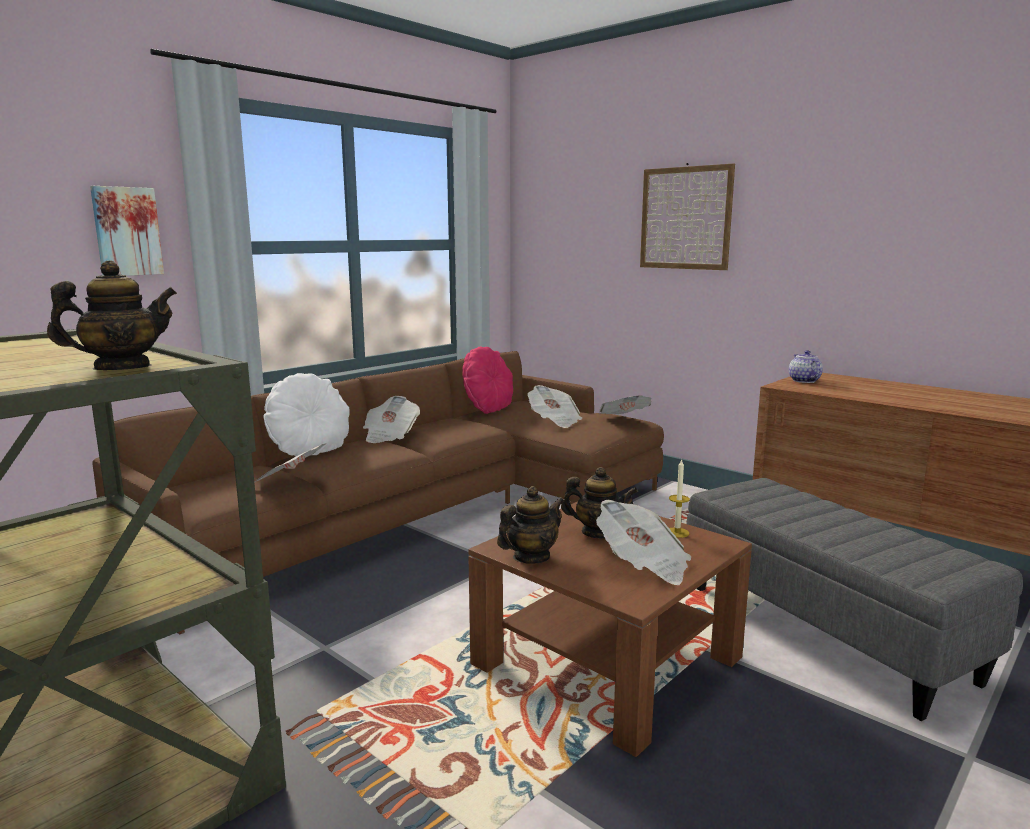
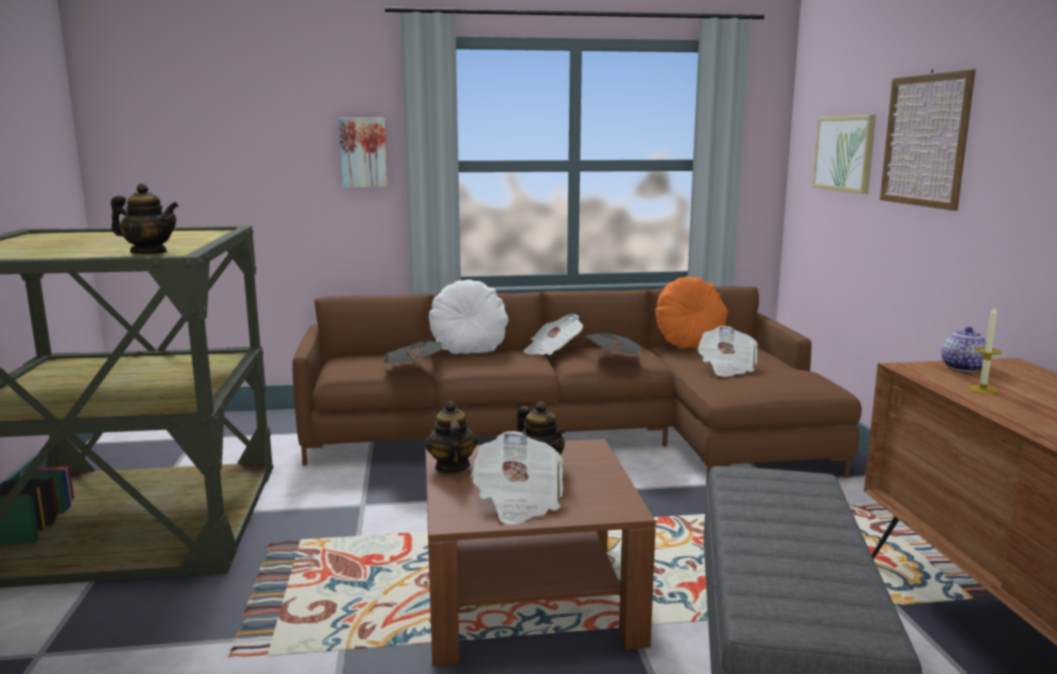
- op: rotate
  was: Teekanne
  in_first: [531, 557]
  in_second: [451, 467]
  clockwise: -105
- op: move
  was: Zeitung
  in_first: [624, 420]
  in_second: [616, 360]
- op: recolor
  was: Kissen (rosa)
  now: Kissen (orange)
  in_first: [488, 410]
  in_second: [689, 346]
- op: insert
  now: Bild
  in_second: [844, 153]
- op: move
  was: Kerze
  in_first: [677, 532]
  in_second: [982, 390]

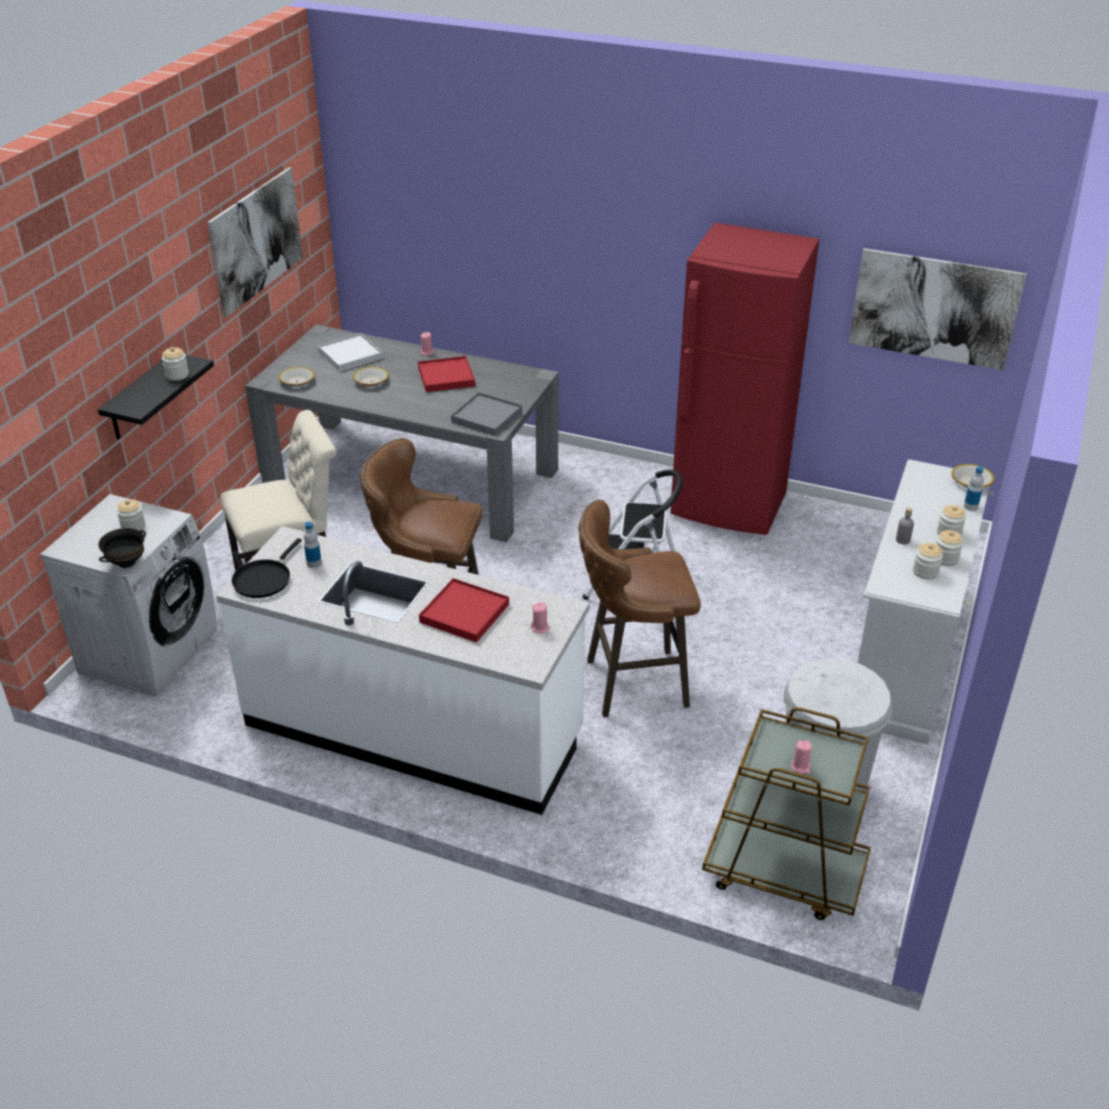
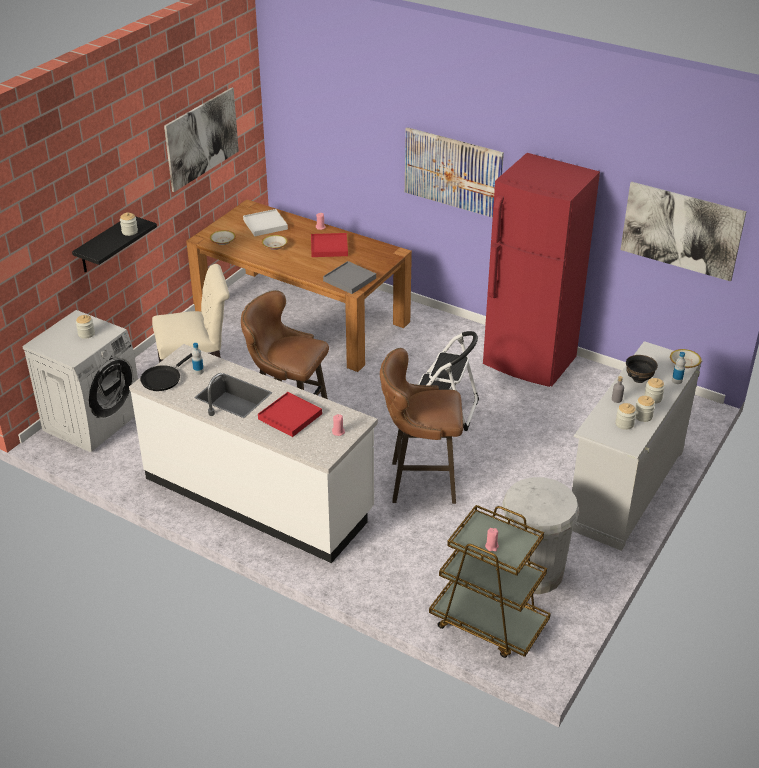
- op: recolor
  was: Esstisch (grau)
  now: Esstisch (braun)
  in_first: [411, 476]
  in_second: [301, 316]
- op: insert
  now: Bild
  in_second: [453, 172]
- op: move
  was: Schüssel (schwarz)
  in_first: [127, 563]
  in_second: [639, 379]

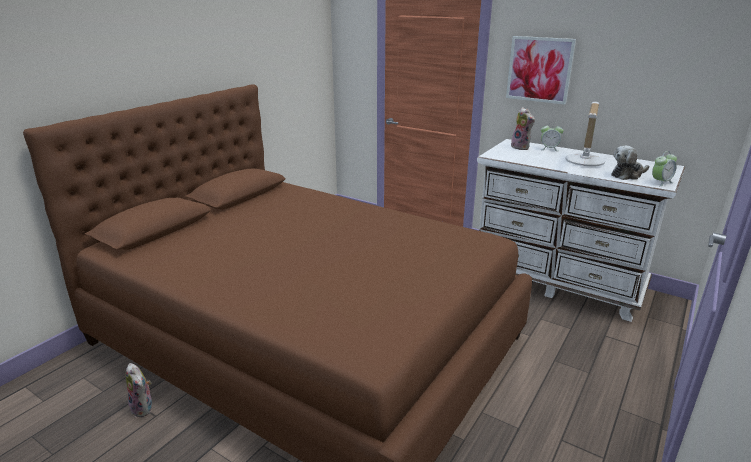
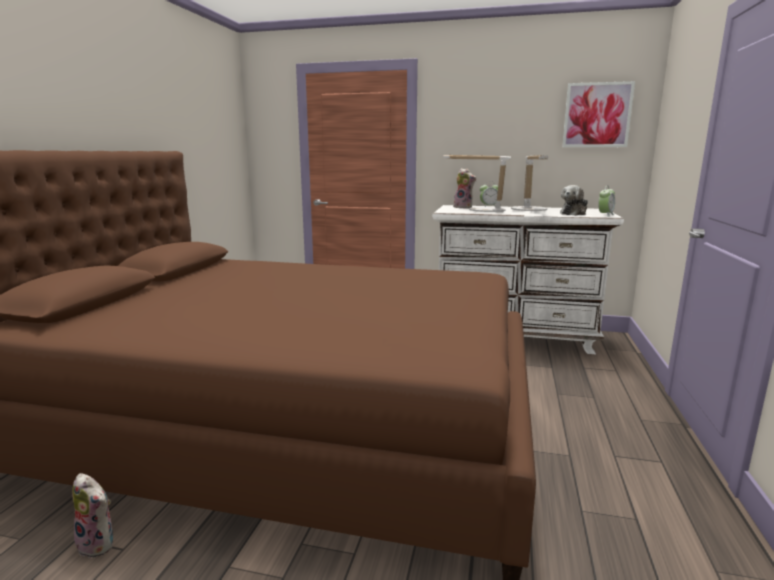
- op: insert
  now: Tischlampe
  in_second: [481, 211]
- op: move
  was: Bild
  in_first: [539, 69]
  in_second: [597, 115]

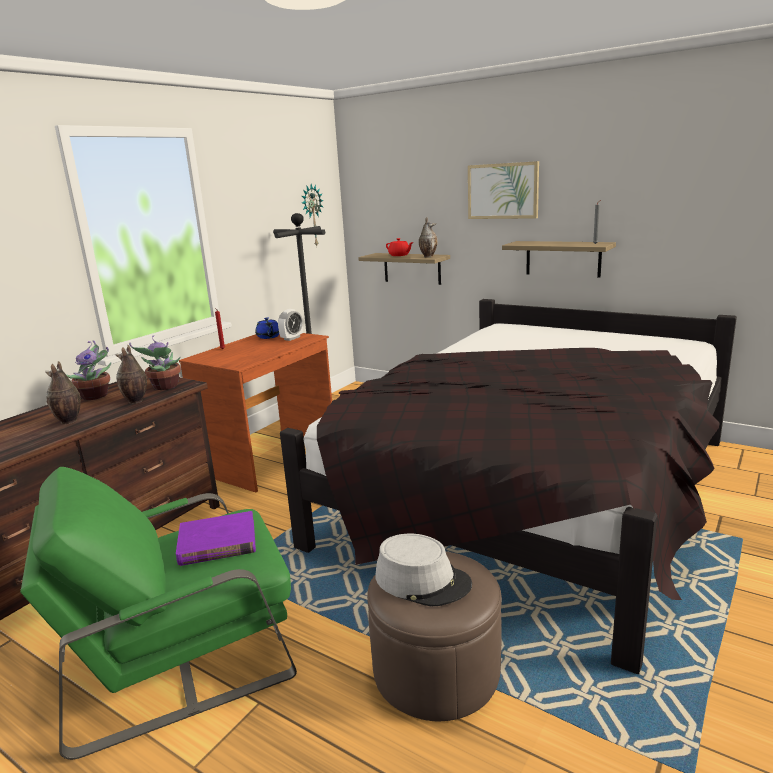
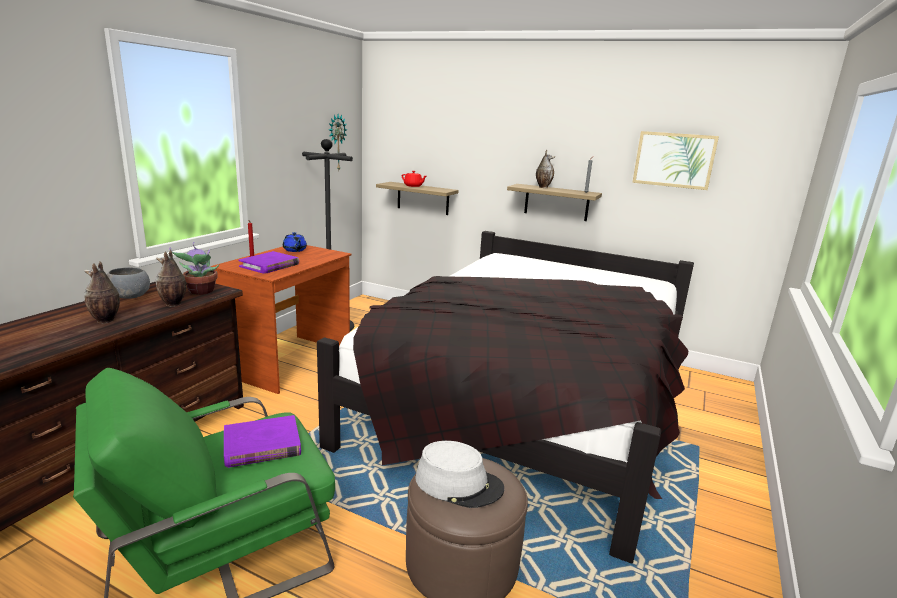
- op: replace
  was: Topfpflanze
  now: Schüssel (grau)
  in_first: [96, 396]
  in_second: [131, 296]
- op: insert
  now: Buch (lila)
  in_second: [269, 265]
- op: move
  was: Vase
  in_first: [428, 256]
  in_second: [543, 187]
- op: move
  was: Bild
  in_first: [503, 191]
  in_second: [674, 160]
- op: delete
  was: Wecker
  in_first: [292, 338]

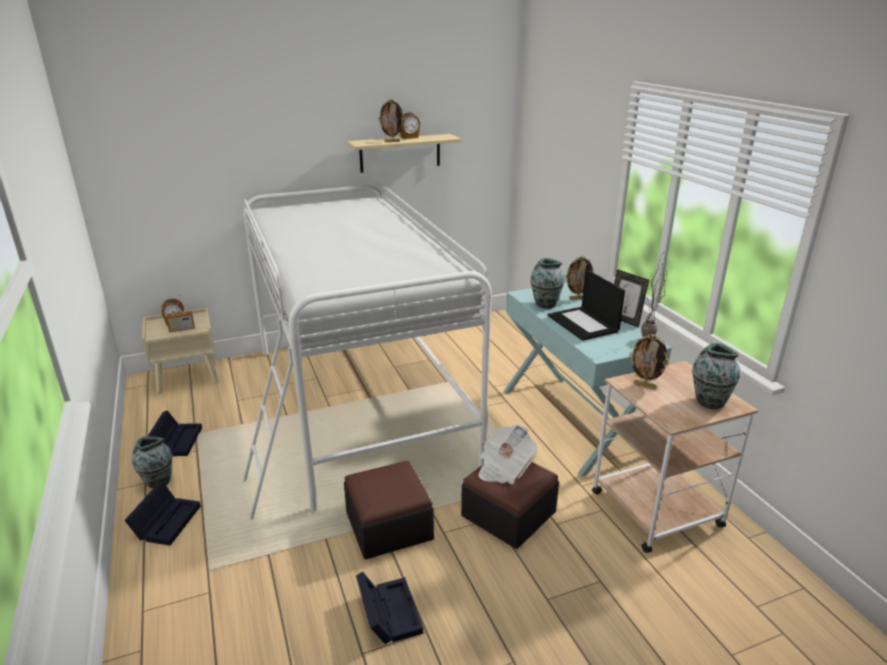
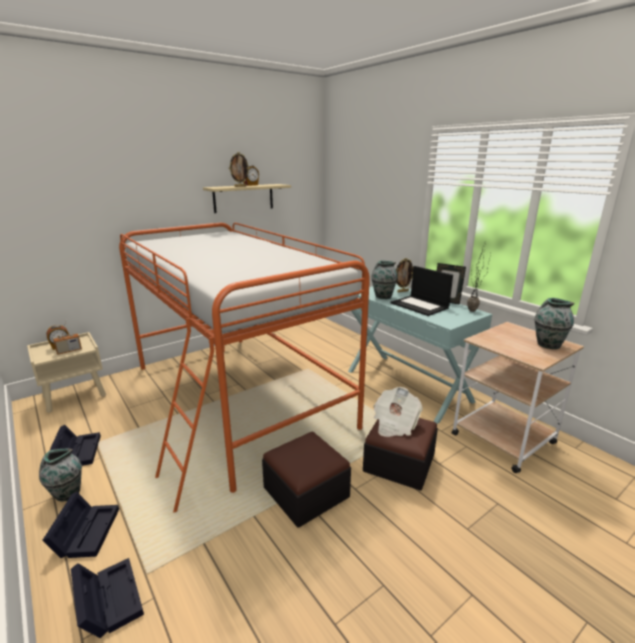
- op: move
  was: Aufbewahrungsbox (schwarz)
  in_first: [388, 612]
  in_second: [108, 599]
- op: recolor
  was: Bett (weiß)
  now: Bett (orange)
  in_first: [356, 405]
  in_second: [237, 397]
- op: delete
  was: Bilderrahmen
  in_first: [644, 385]

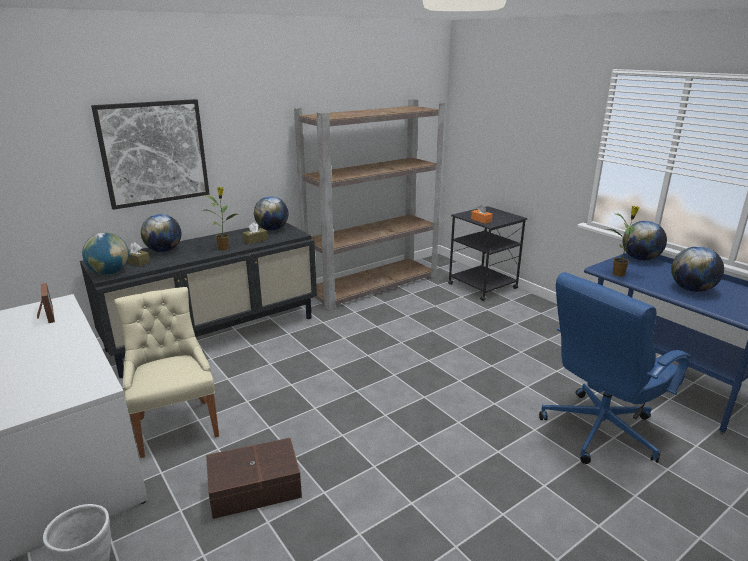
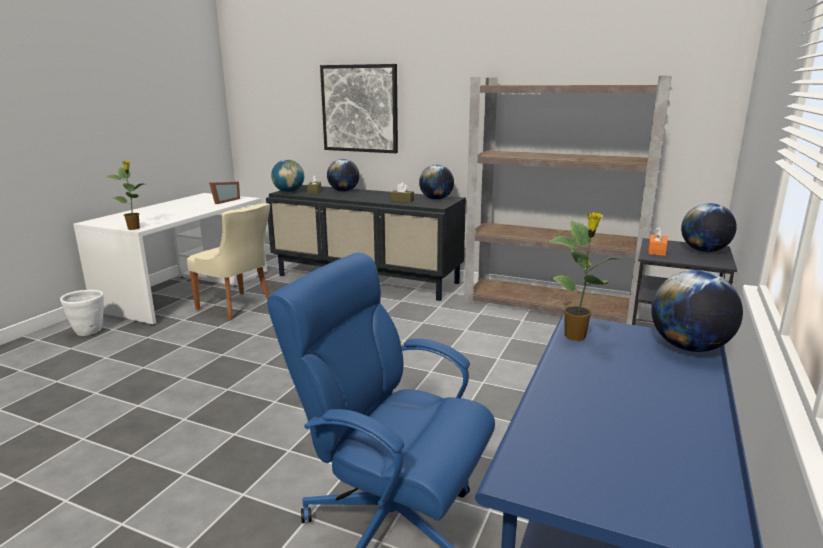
- op: move
  was: Topfpflanze
  in_first: [224, 248]
  in_second: [134, 228]
- op: rotate
  was: Stuhl (beige)
  in_first: [176, 425]
  in_second: [237, 307]
  clockwise: 90
- op: move
  was: Globus
  in_first: [691, 289]
  in_second: [704, 251]
- op: delete
  was: Aufbewahrungsbox (braun)
  in_first: [254, 487]

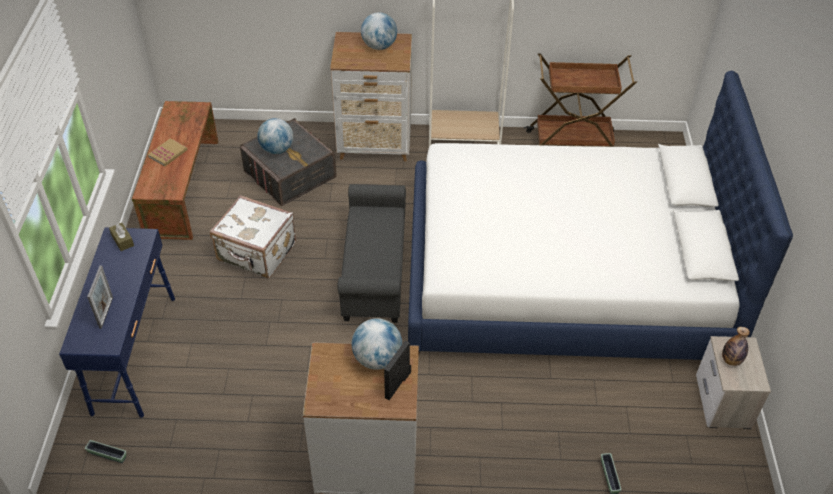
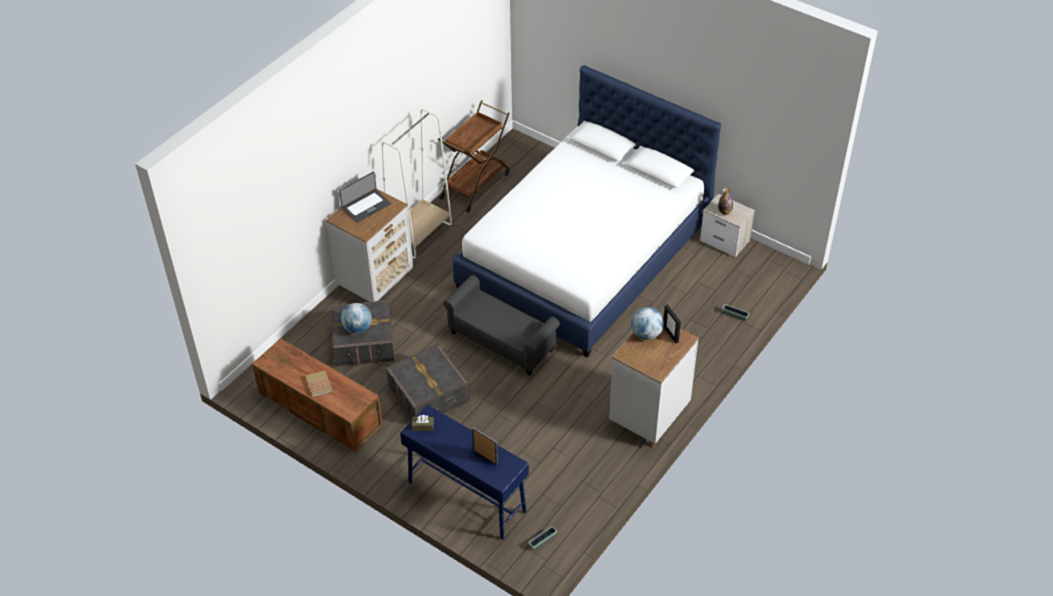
- op: replace
  was: Globus
  now: Laptop
  in_first: [379, 46]
  in_second: [366, 206]
- op: replace
  was: Koffer (weiß)
  now: Aufbewahrungsbox (grau)
  in_first: [256, 253]
  in_second: [428, 394]

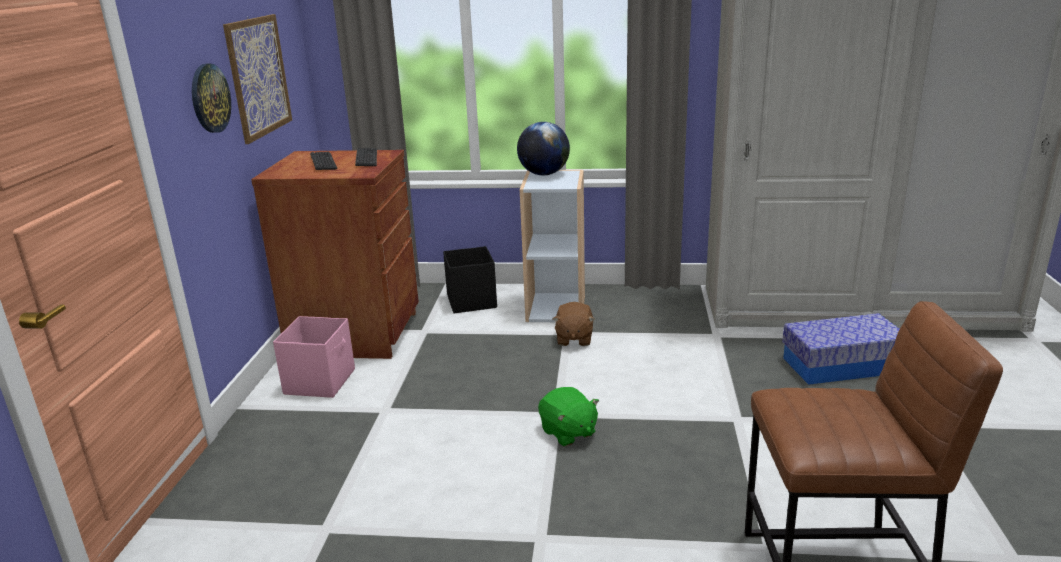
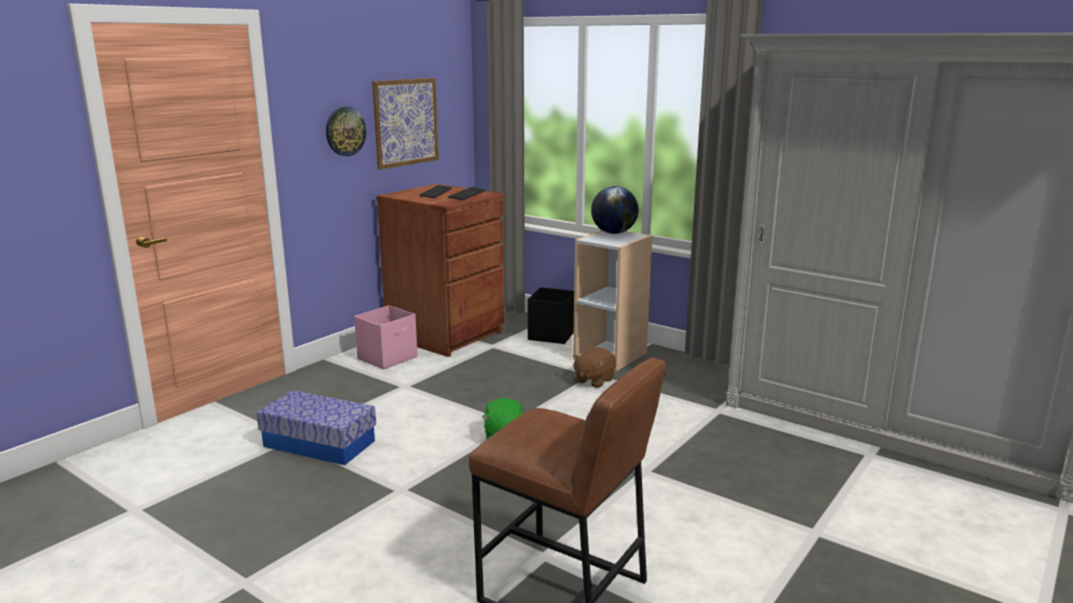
- op: move
  was: Aufbewahrungsbox
  in_first: [841, 365]
  in_second: [319, 443]

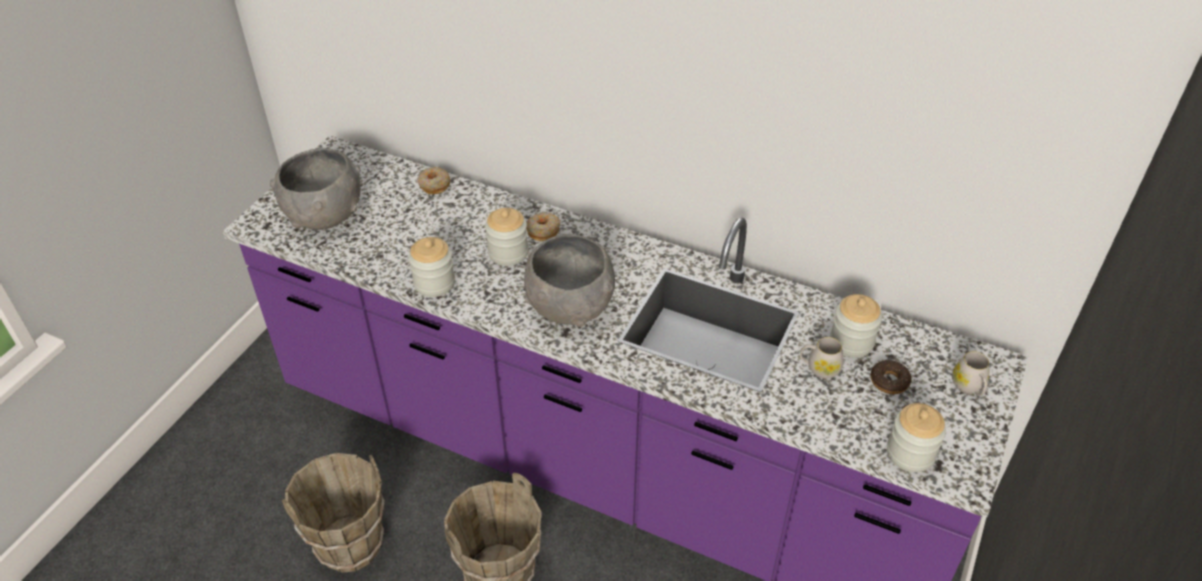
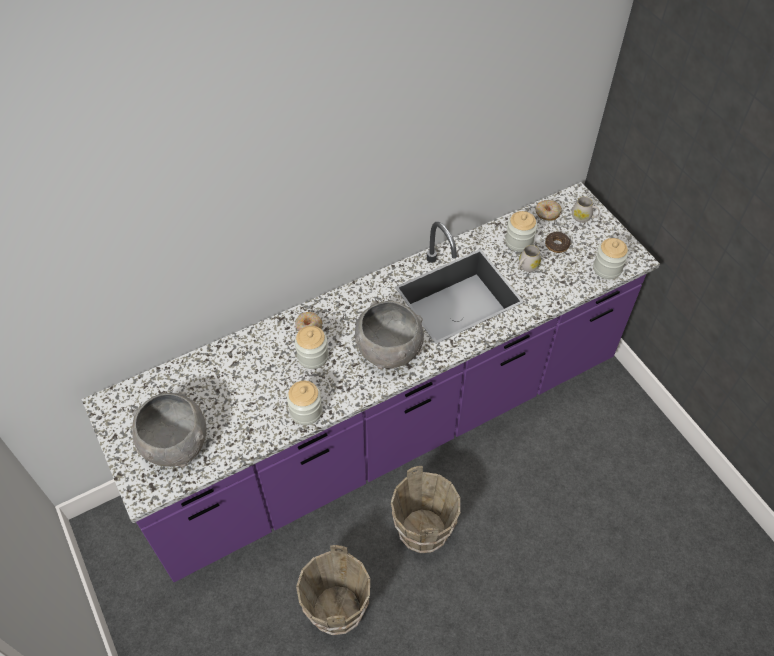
- op: move
  was: Donut
  in_first: [434, 185]
  in_second: [547, 213]

